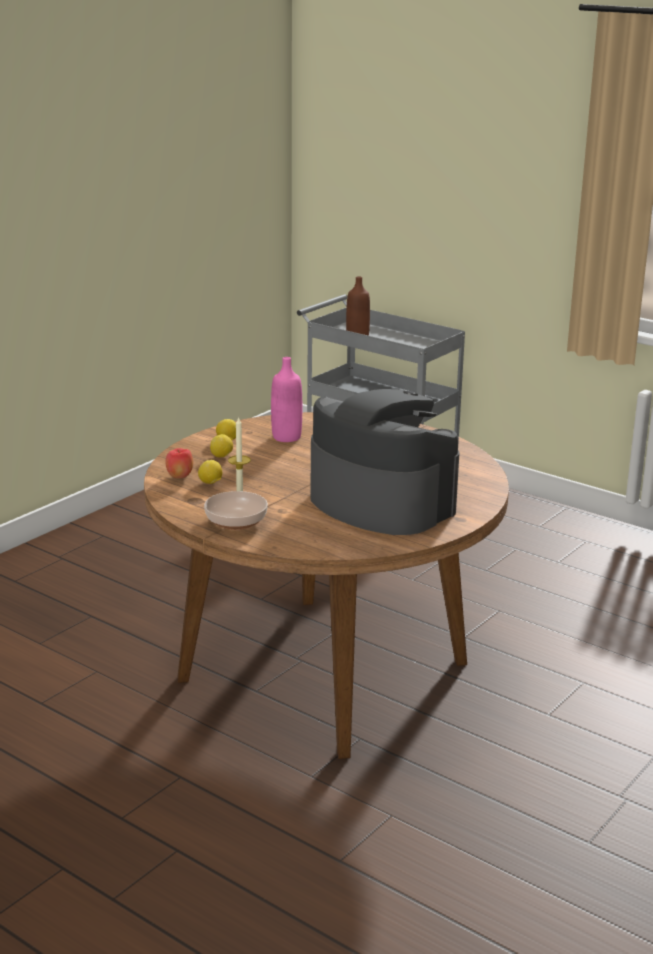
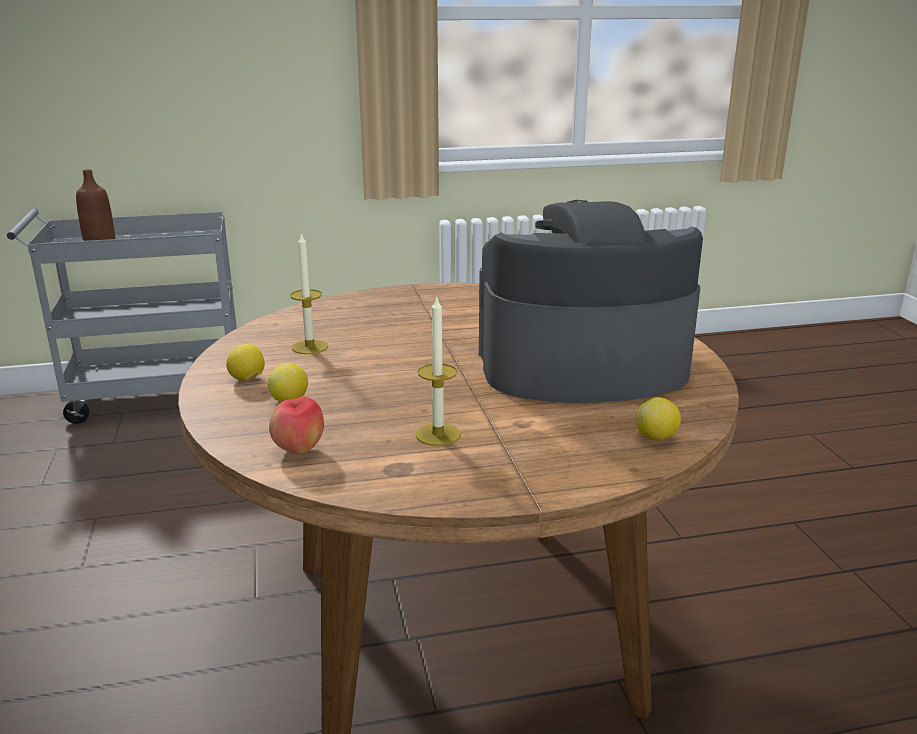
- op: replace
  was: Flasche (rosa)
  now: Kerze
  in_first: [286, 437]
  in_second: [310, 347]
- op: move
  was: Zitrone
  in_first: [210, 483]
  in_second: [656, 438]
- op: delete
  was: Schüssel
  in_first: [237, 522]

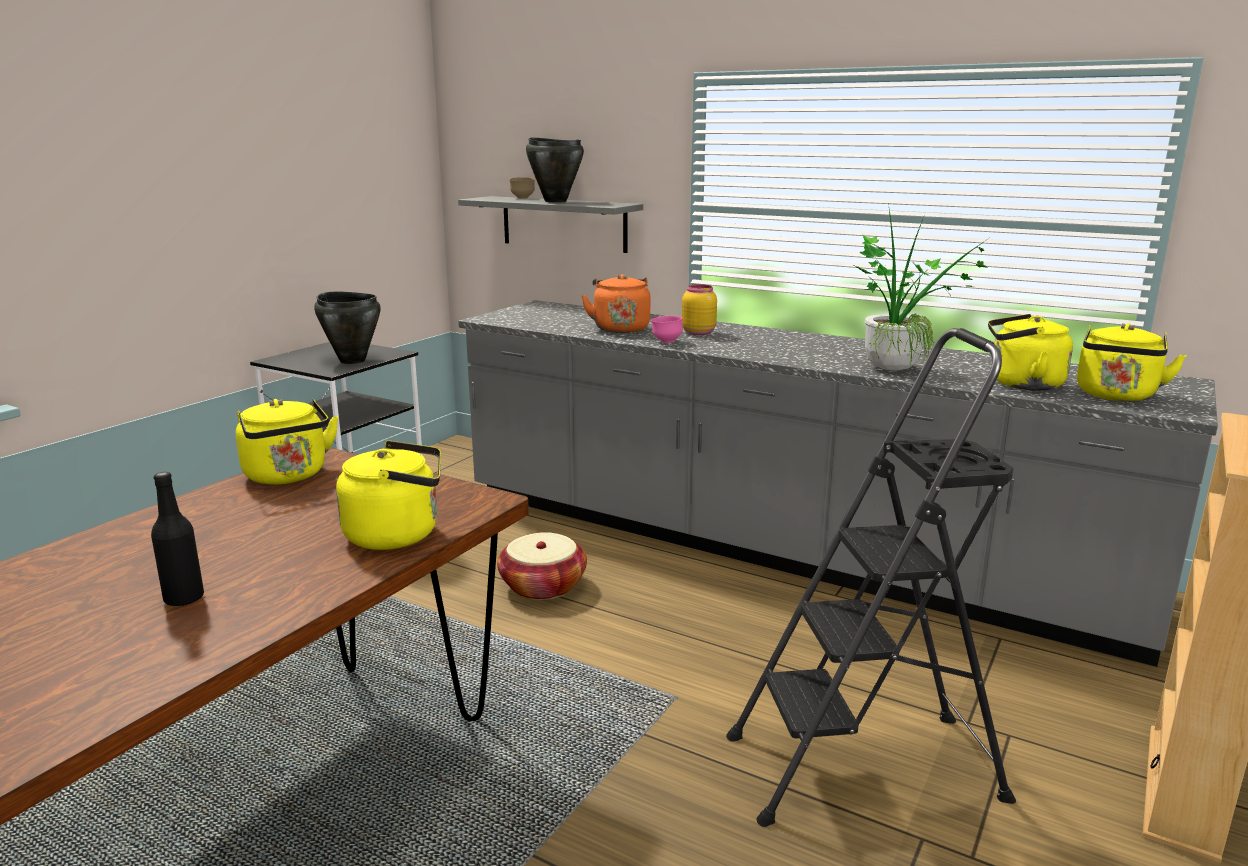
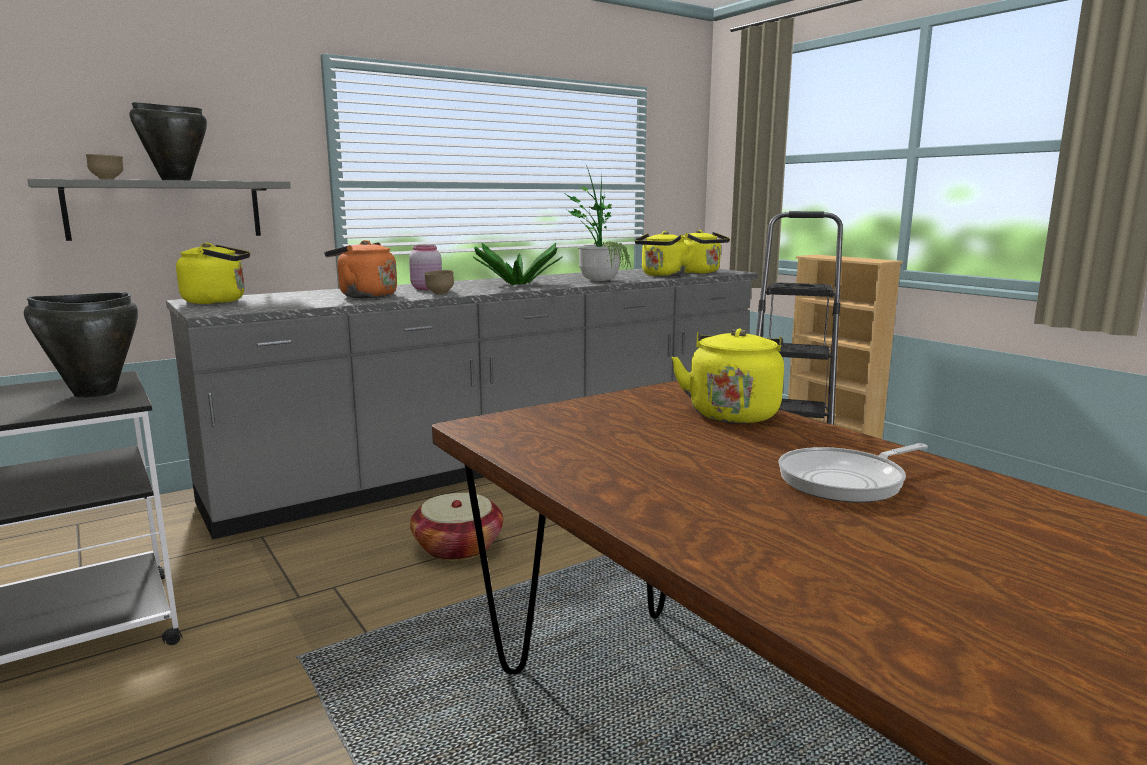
- op: move
  was: Wasserkessel (gelb)
  in_first: [288, 476]
  in_second: [219, 301]
- op: recolor
  was: Vorratsglas (gelb)
  now: Vorratsglas (rosa)
  in_first: [698, 332]
  in_second: [425, 288]
- op: recolor
  was: Schüssel (rosa)
  now: Schüssel (braun)
  in_first: [666, 342]
  in_second: [439, 294]
- op: insert
  now: Topfpflanze
  in_second: [518, 284]
- op: replace
  was: Flasche (schwarz)
  now: Pfanne
  in_first: [184, 598]
  in_second: [846, 481]

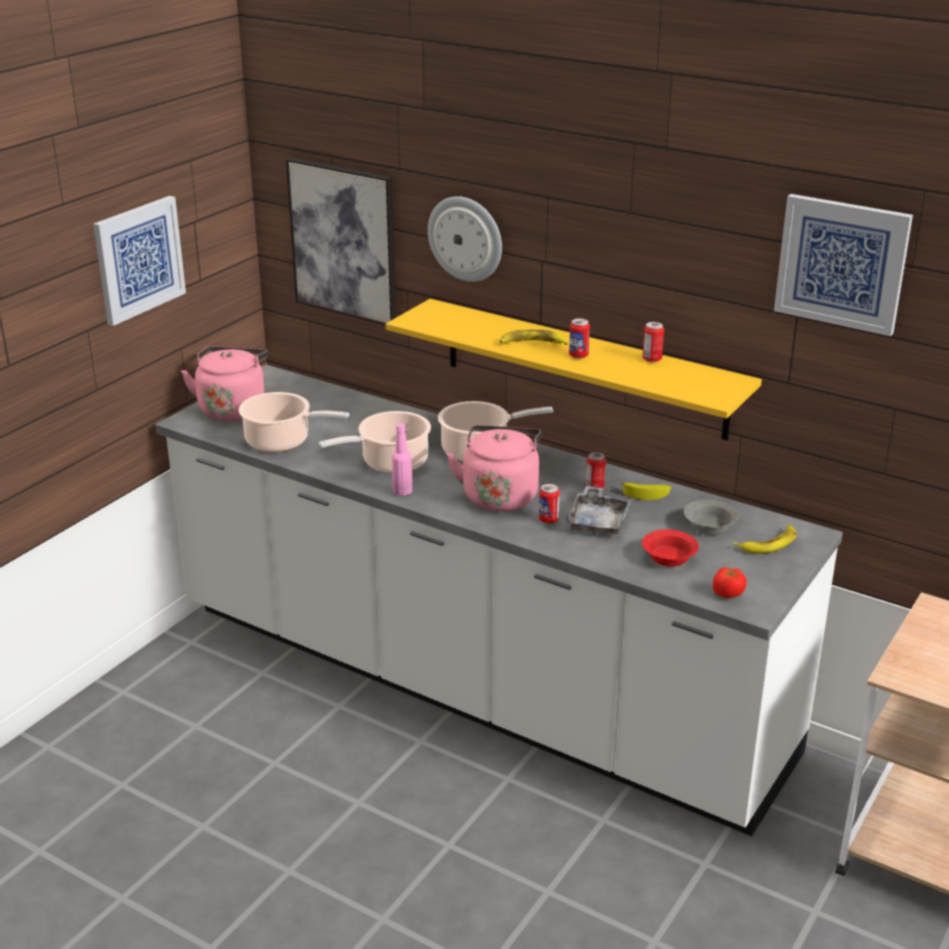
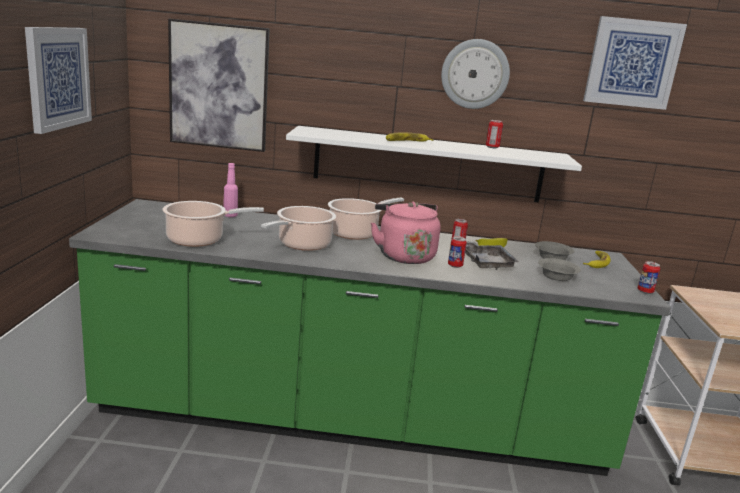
- op: recolor
  was: Küchenzeile (weiß)
  now: Küchenzeile (grün)
  in_first: [474, 684]
  in_second: [352, 420]
- op: move
  was: Flasche (rosa)
  in_first: [402, 492]
  in_second: [230, 215]
- op: recolor
  was: Wandregal (gelb)
  now: Wandregal (weiß)
  in_first: [583, 368]
  in_second: [428, 165]
- op: move
  was: Wanduhr
  in_first: [466, 238]
  in_second: [475, 74]
- op: recolor
  was: Schüssel (rot)
  now: Schüssel (grau)
  in_first: [668, 558]
  in_second: [557, 277]
- op: move
  was: Dose
  in_first: [578, 356]
  in_second: [645, 291]
- op: delete
  was: Wasserkessel (rosa)
  in_first: [232, 408]
- op: delete
  was: Tomate
  in_first: [727, 594]

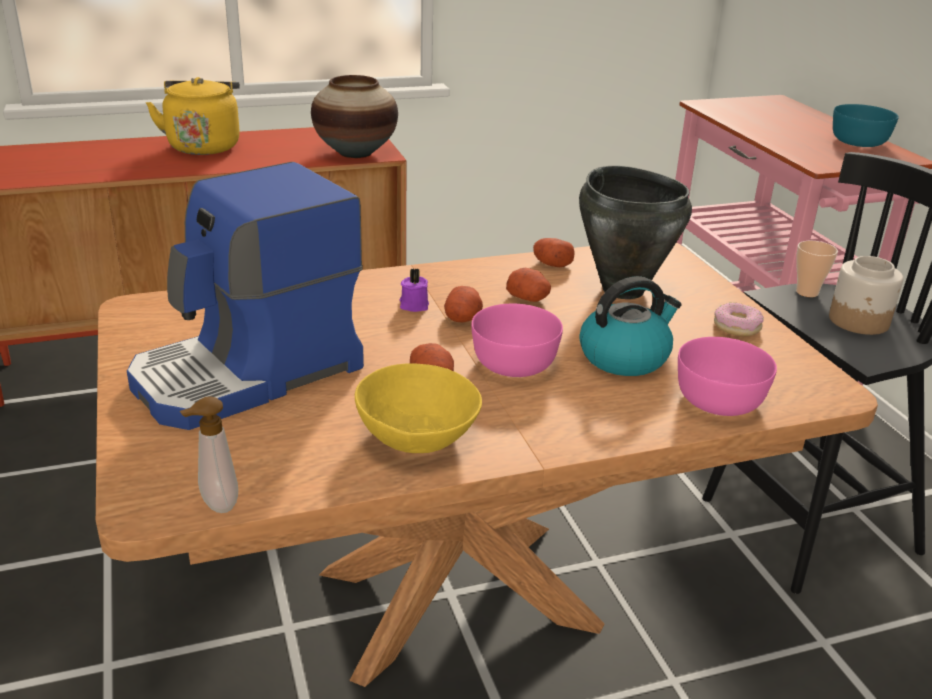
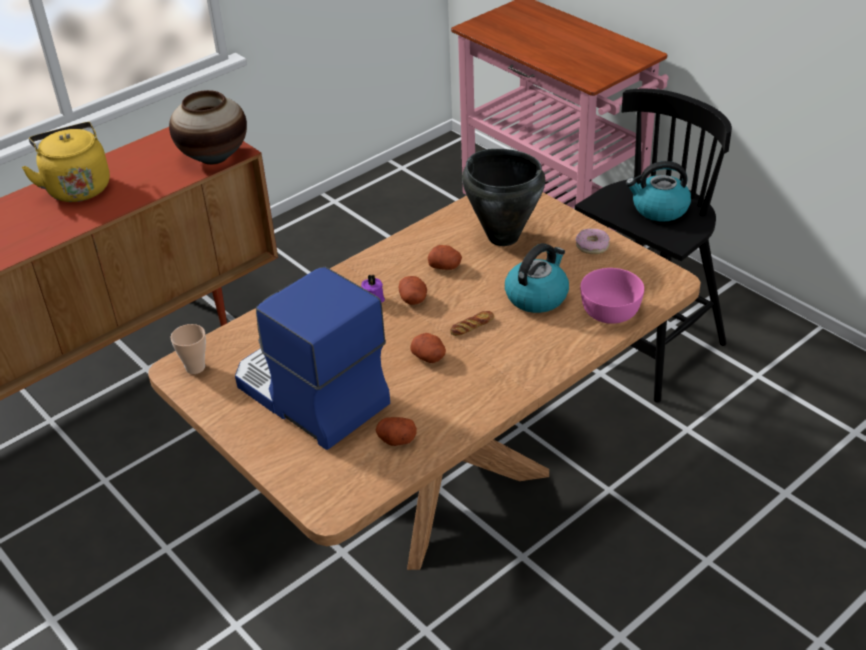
- op: move
  was: Tasse
  in_first: [807, 292]
  in_second: [195, 368]
- op: rotate
  was: Kaffeemaschine
  in_first: [249, 374]
  in_second: [309, 395]
  clockwise: 105
- op: move
  was: Kartoffel
  in_first: [551, 263]
  in_second: [396, 439]
- op: replace
  was: Schüssel (rosa)
  now: Brot
  in_first: [514, 364]
  in_second: [472, 326]
- op: replace
  was: Vorratsglas
  now: Wasserkessel
  in_first: [859, 321]
  in_second: [659, 209]
- op: delete
  was: Seifenspender
  in_first: [216, 505]
- op: delete
  was: Schüssel (gelb)
  in_first: [417, 435]
- op: delete
  was: Schüssel (türkis)
  in_first: [859, 142]

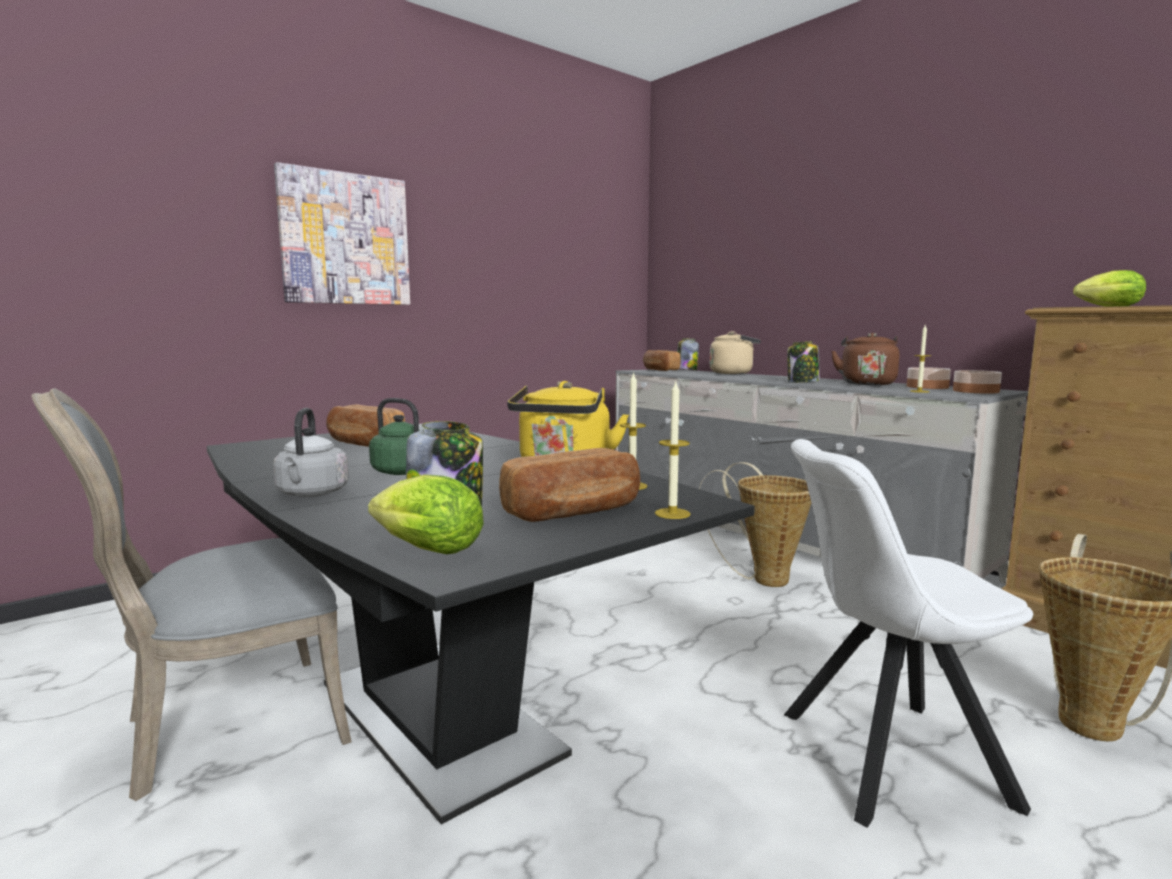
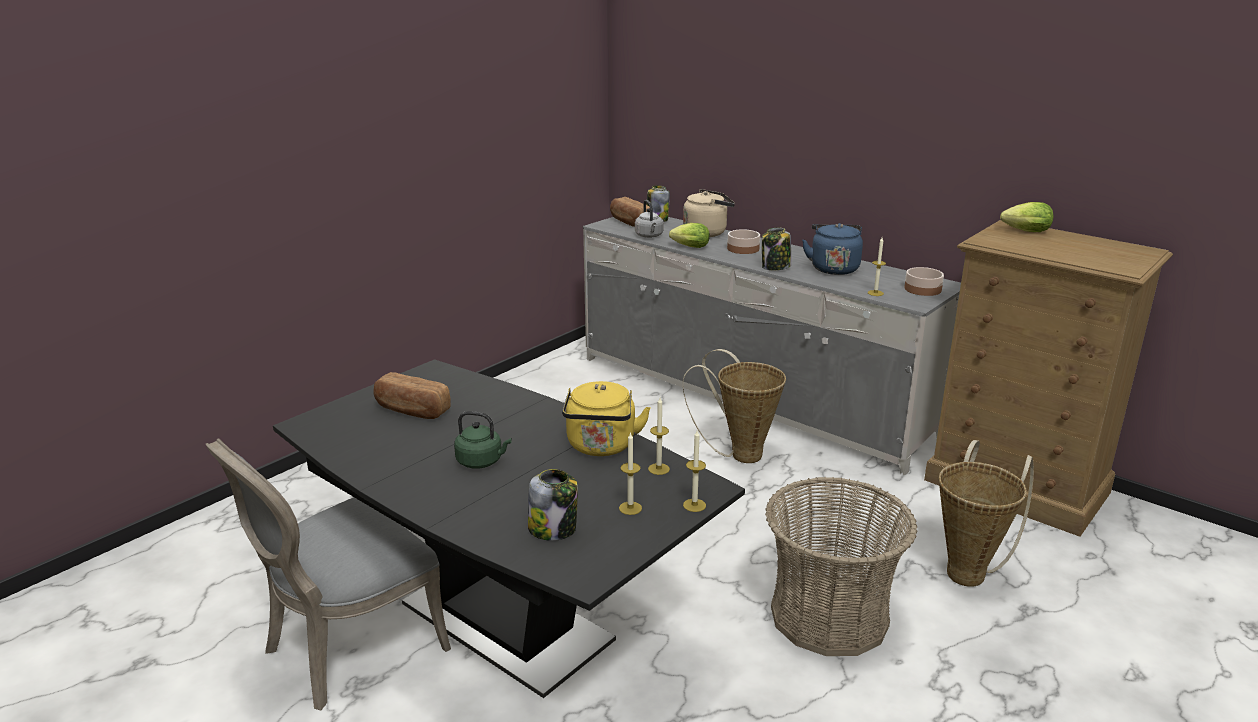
- op: replace
  was: Brot
  now: Kerze
  in_first: [573, 511]
  in_second: [630, 508]
- op: move
  was: Wasserkessel (grau)
  in_first: [311, 494]
  in_second: [649, 236]
- op: move
  was: Salatkopf
  in_first: [422, 550]
  in_second: [688, 247]
- op: move
  was: Schüssel
  in_first: [926, 387]
  in_second: [742, 249]
- op: replace
  was: Stuhl (weiß)
  now: Korb
  in_first: [887, 758]
  in_second: [828, 616]
- op: recolor
  was: Wasserkessel (braun)
  now: Wasserkessel (blau)
  in_first: [866, 383]
  in_second: [833, 268]
- op: delete
  was: Bild
  in_first: [345, 239]

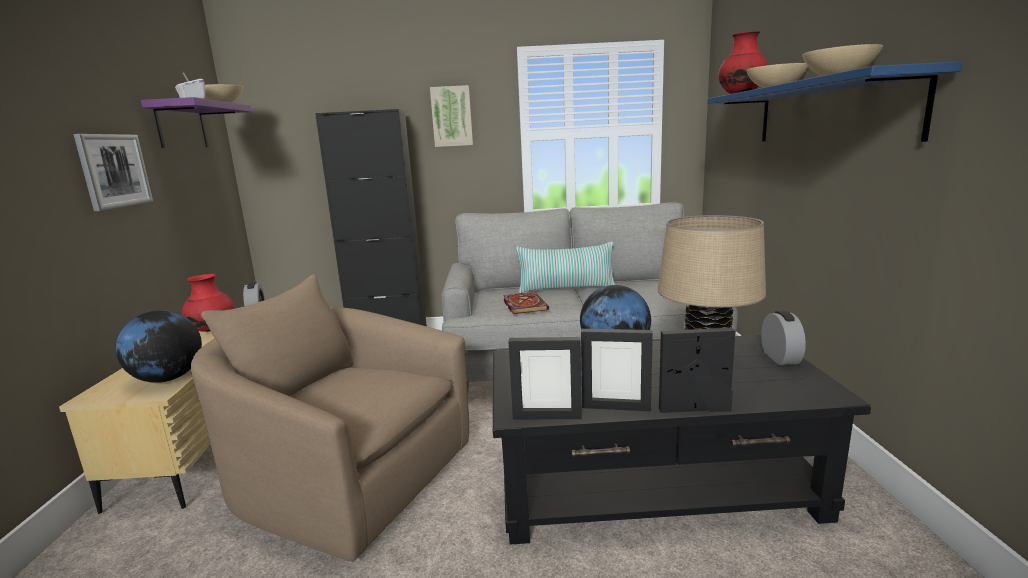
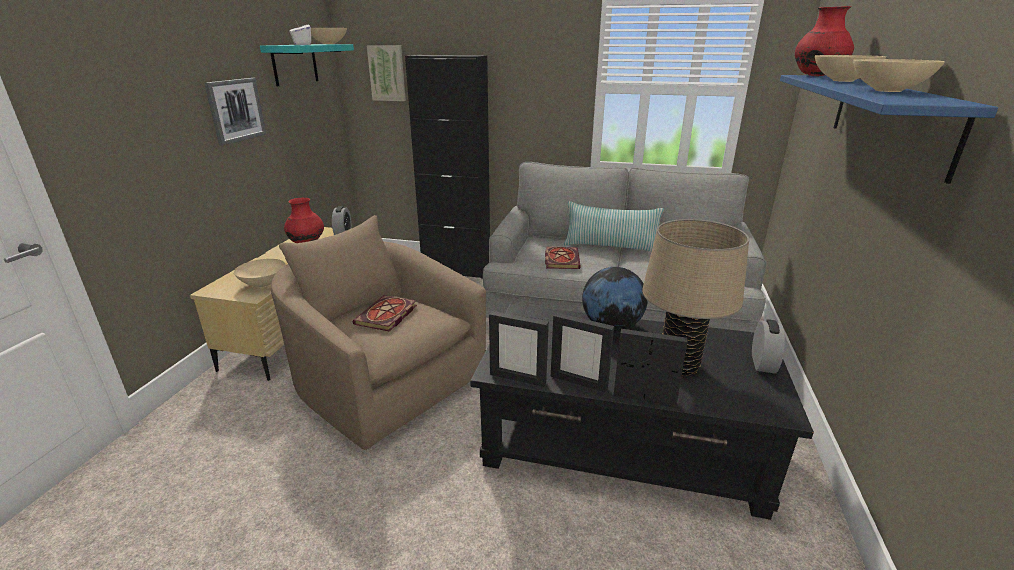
- op: replace
  was: Globus
  now: Schüssel (beige)
  in_first: [168, 378]
  in_second: [263, 284]
- op: recolor
  was: Wandregal (lila)
  now: Wandregal (türkis)
  in_first: [181, 126]
  in_second: [295, 64]
- op: insert
  now: Buch
  in_second: [386, 316]
- op: move
  was: Bild
  in_first: [452, 116]
  in_second: [387, 73]

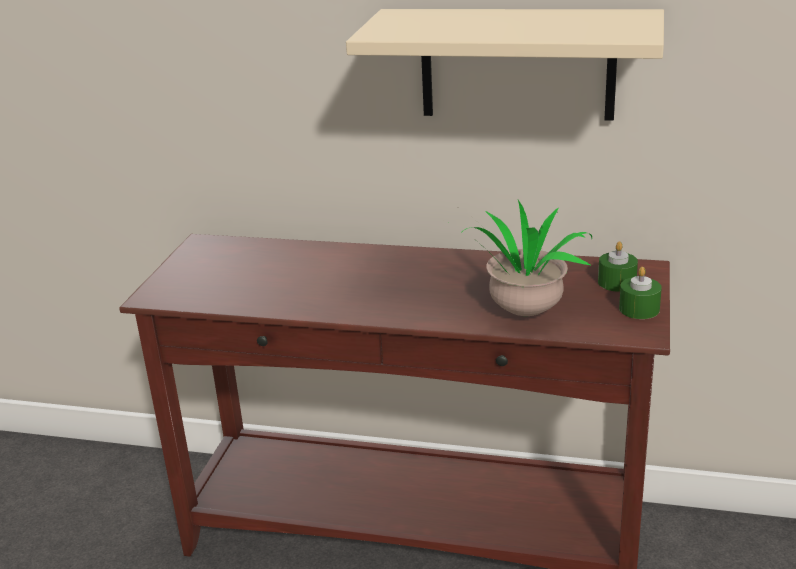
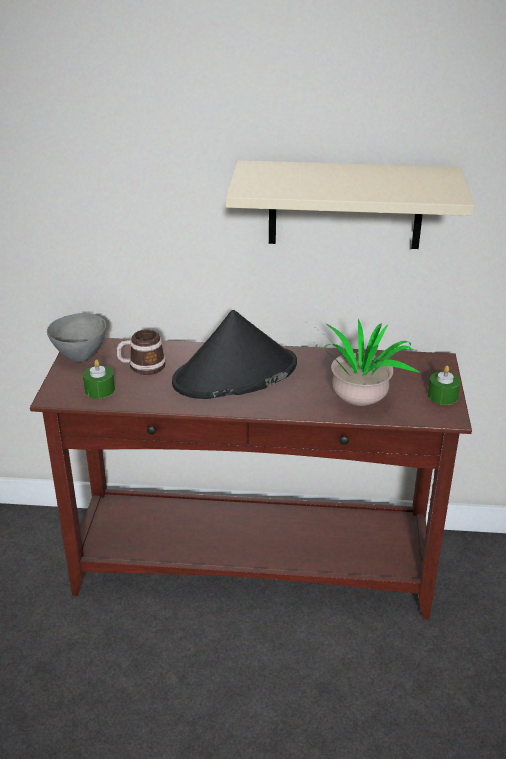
- op: insert
  now: Schüssel (grau)
  in_second: [80, 356]
- op: move
  was: Kerze (grün)
  in_first: [617, 282]
  in_second: [99, 390]
- op: insert
  now: Henkelbecher
  in_second: [142, 366]
- op: insert
  now: Hut (schwarz)
  in_second: [235, 374]

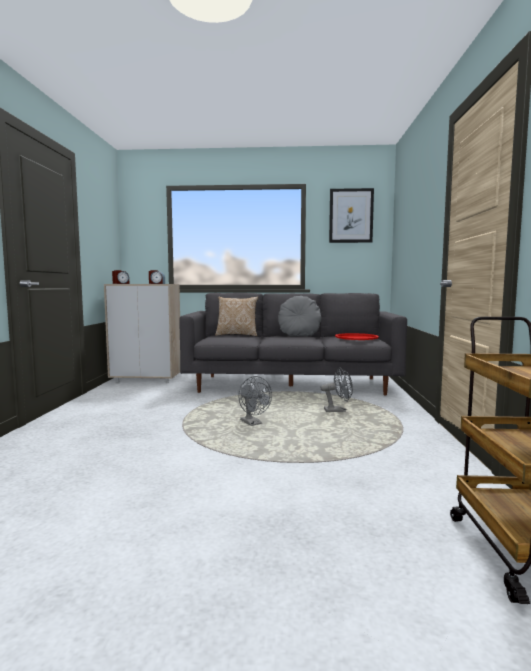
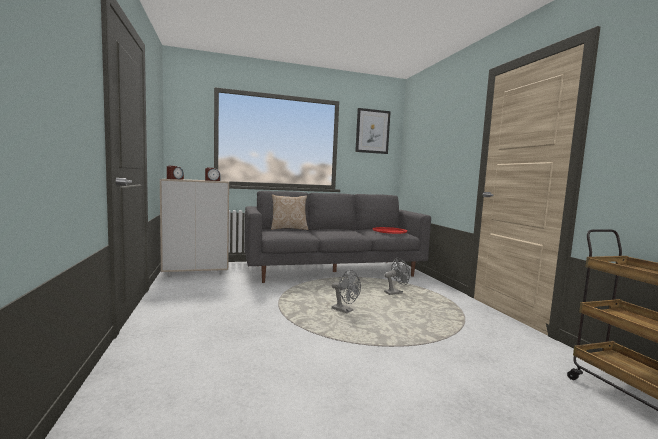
- op: delete
  was: Kissen (grau)
  in_first: [299, 336]

